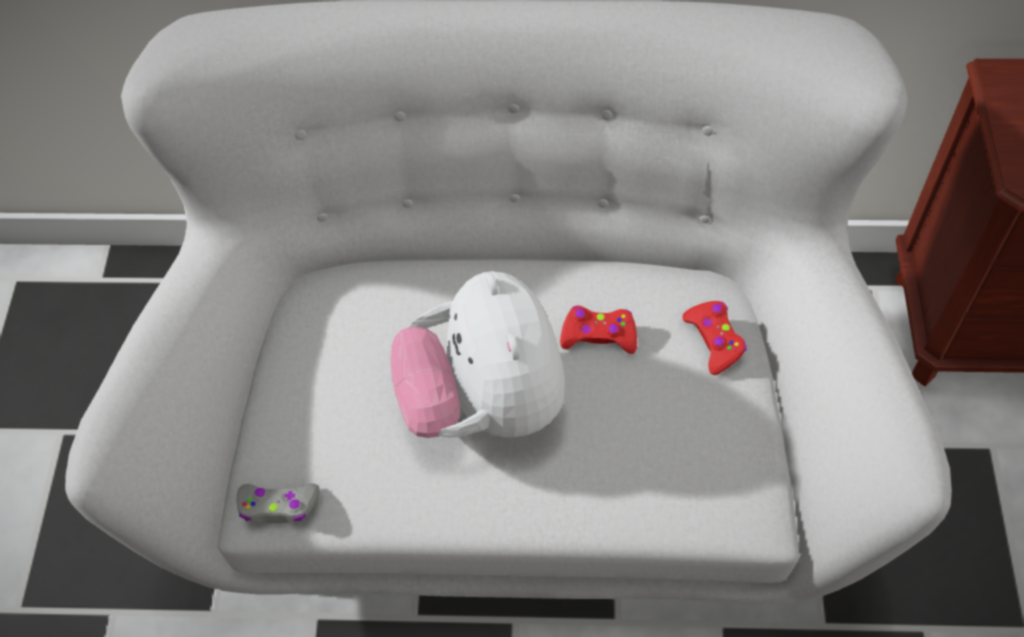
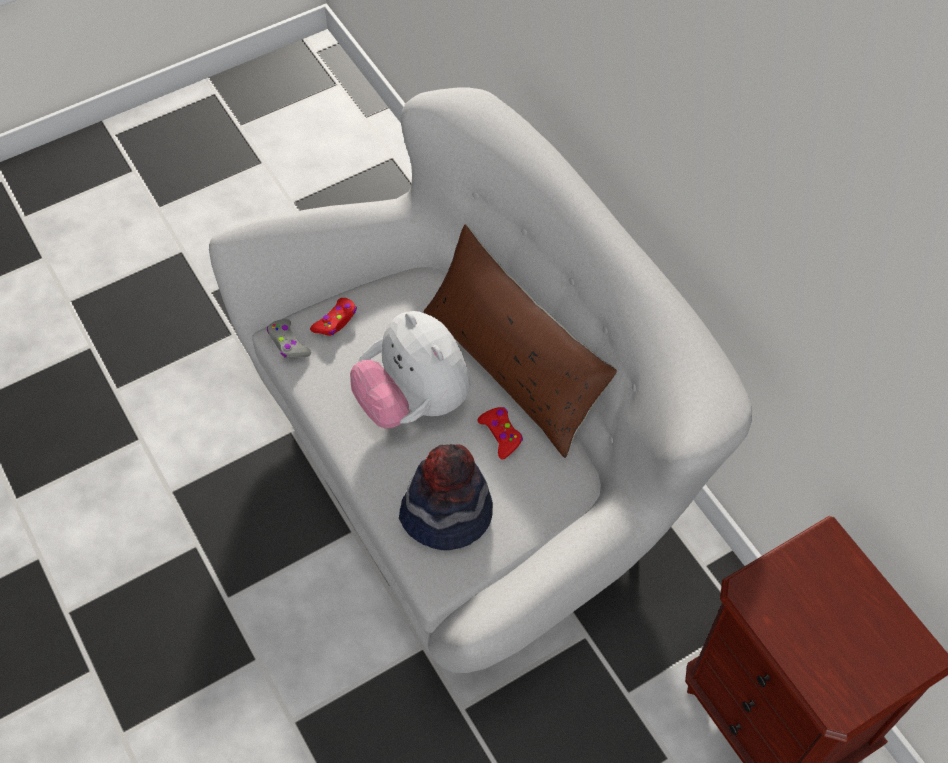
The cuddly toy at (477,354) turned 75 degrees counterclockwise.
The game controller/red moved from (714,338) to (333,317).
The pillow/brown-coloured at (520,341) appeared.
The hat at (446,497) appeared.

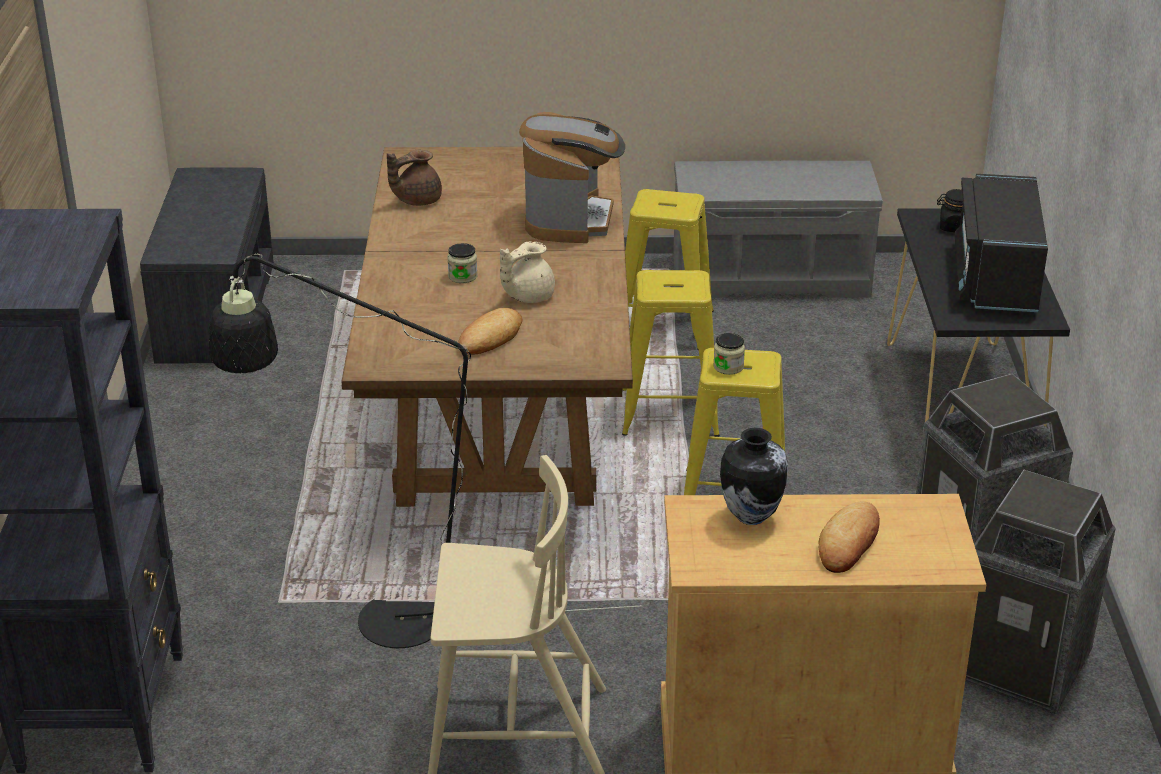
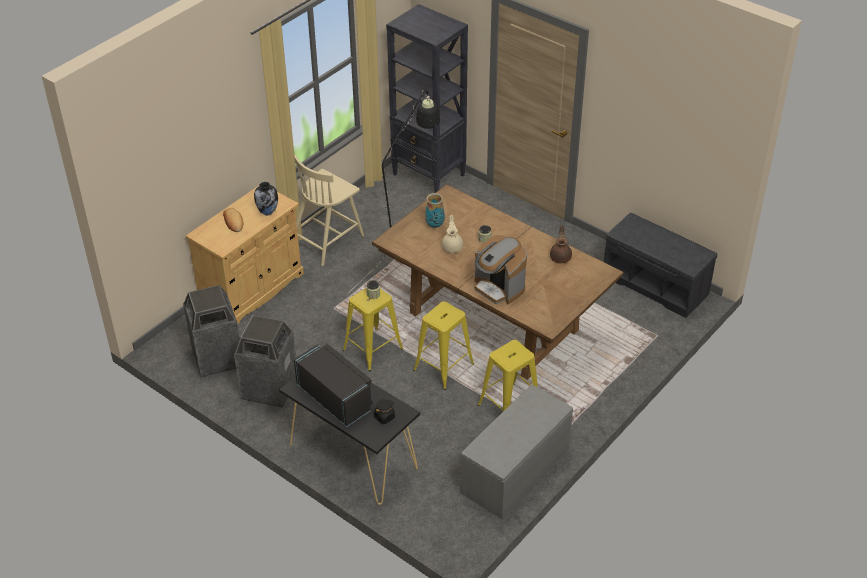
The baked bread at (490,331) was replaced by the decorative vase at (435,210).

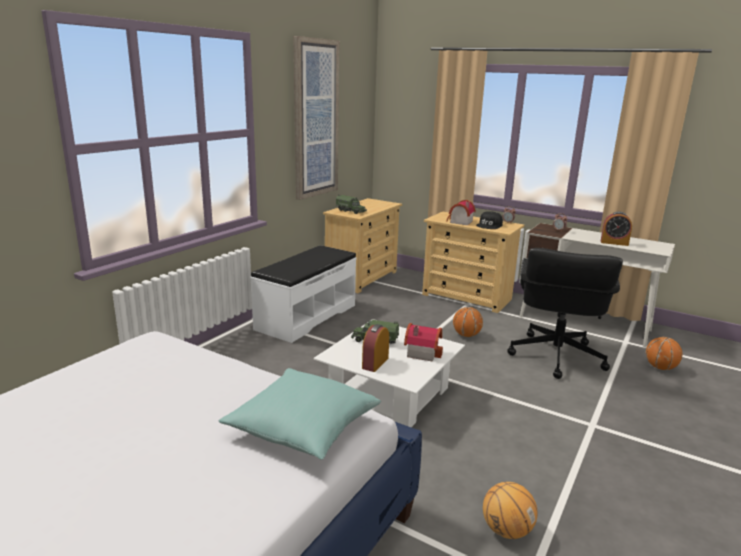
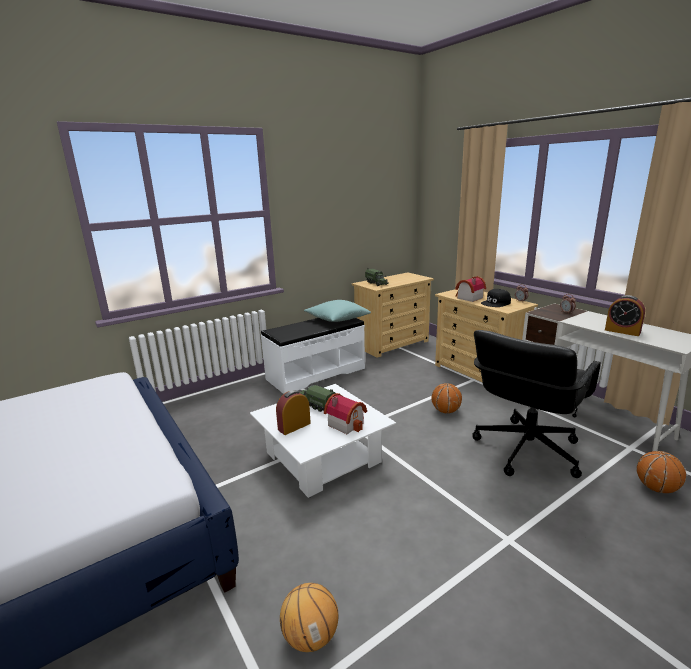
The wall picture at (316,118) disappeared.
The pillow/blue-green moved from (300,414) to (337,311).

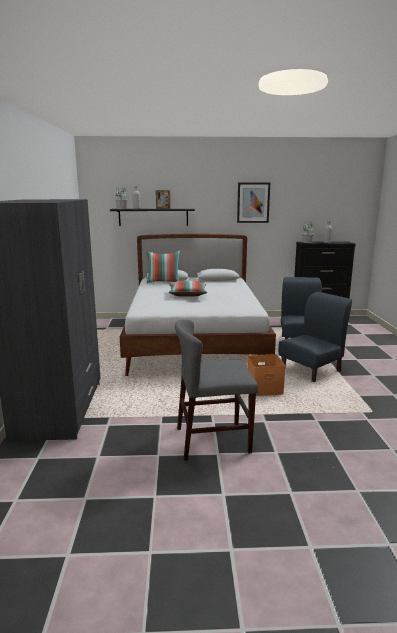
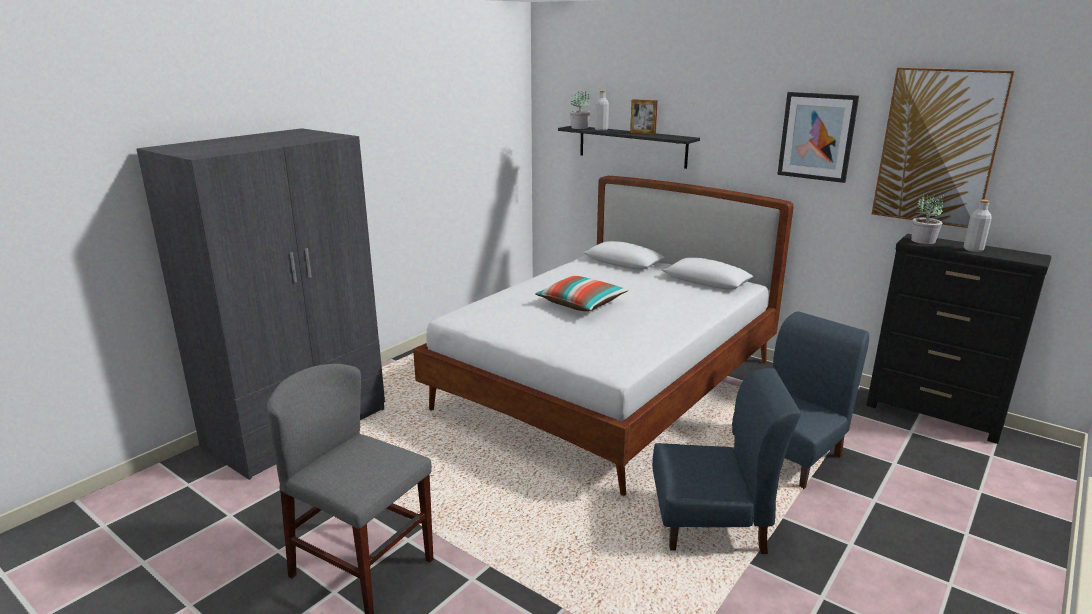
The pillow at (163,267) disappeared.
The storage container/orange-coloured at (266,375) disappeared.
The wall picture at (943,147) appeared.

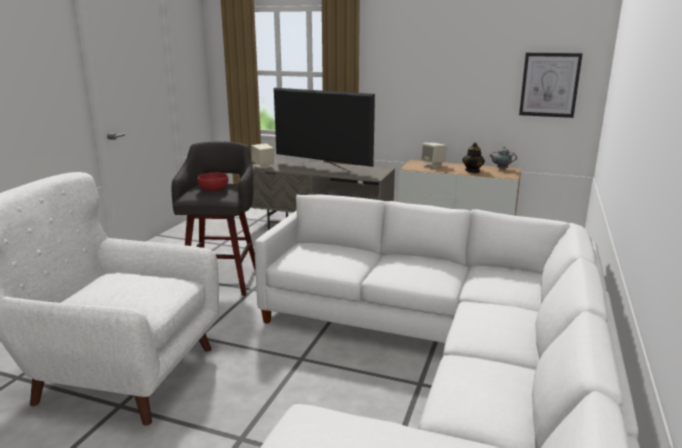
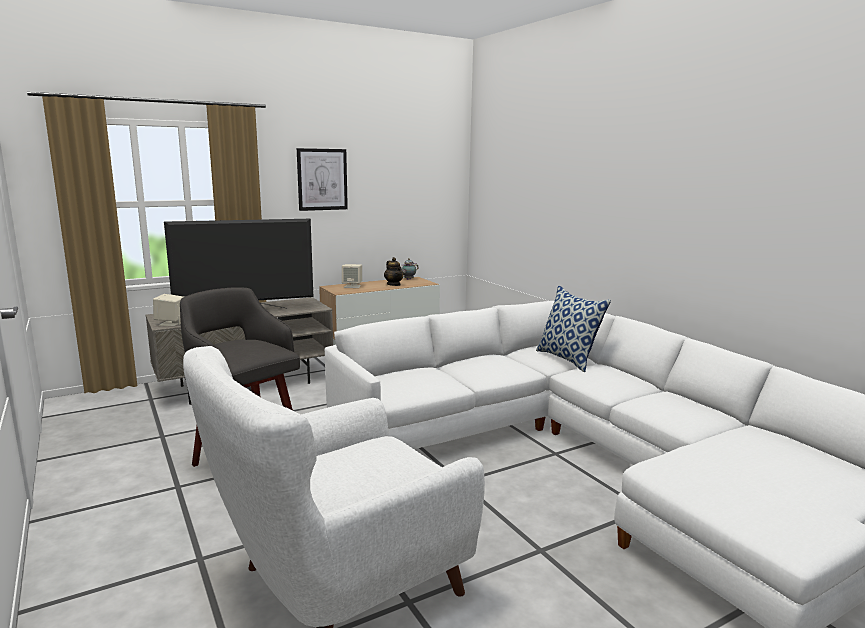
The wall picture moved from (551,85) to (322,179).
The deep dish/red at (213,181) disappeared.
The pillow at (573,329) appeared.

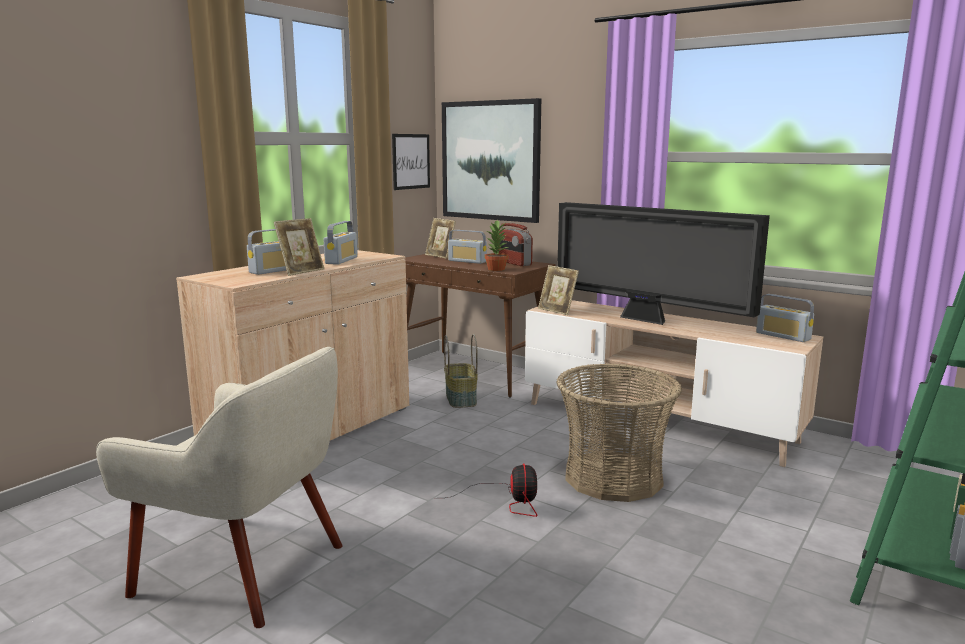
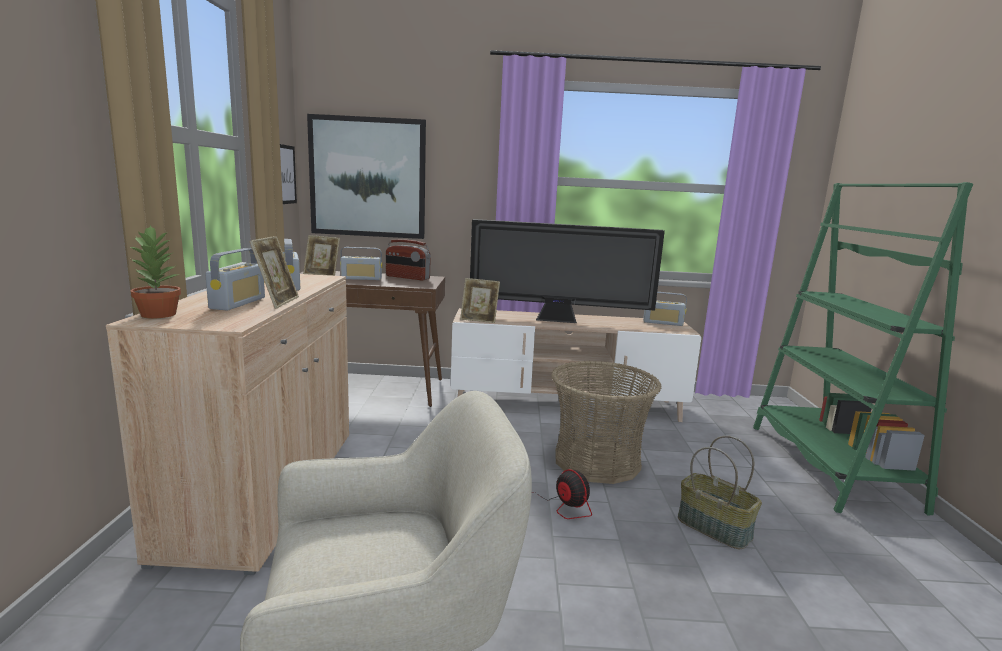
The houseplant moved from (496,245) to (154,272).
The household basket moved from (461,371) to (720,492).

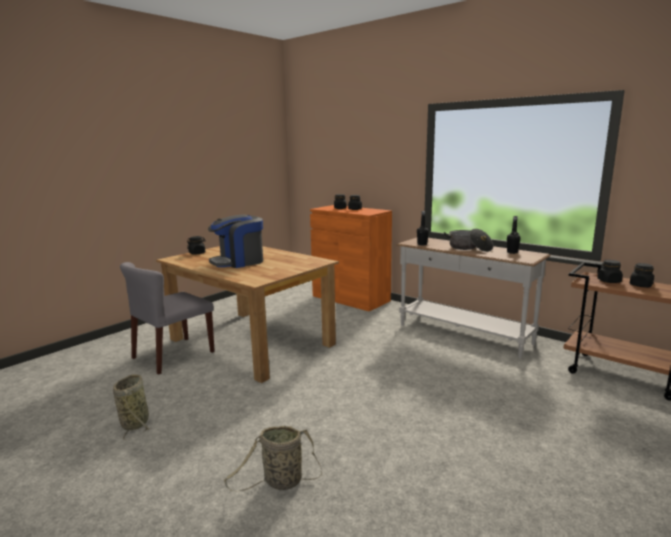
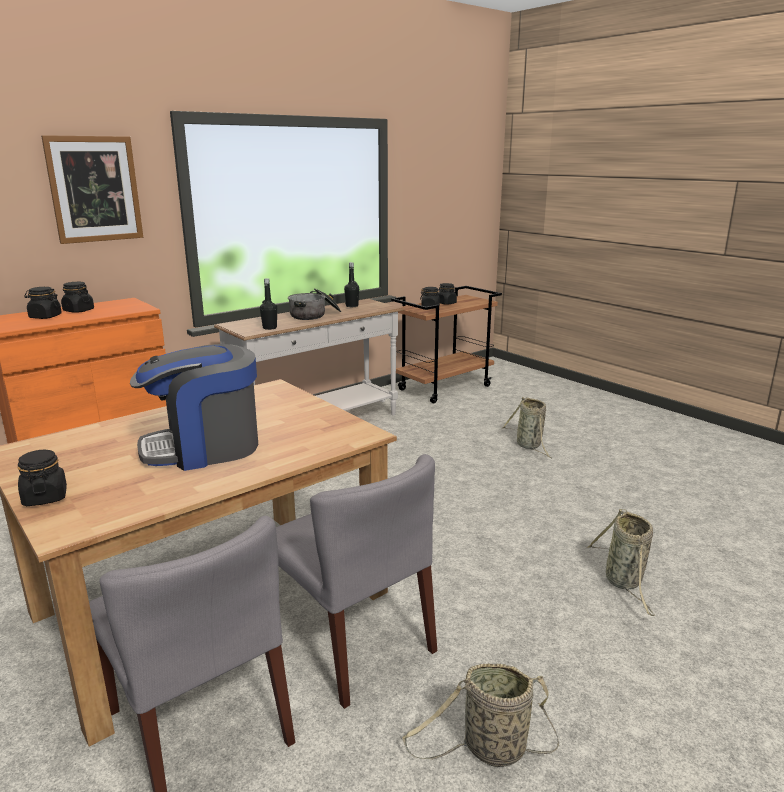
The coffee maker at (235,241) turned 90 degrees clockwise.
The wall picture at (92,189) appeared.
The household basket at (527,428) appeared.
The chair/greyish at (356,581) appeared.

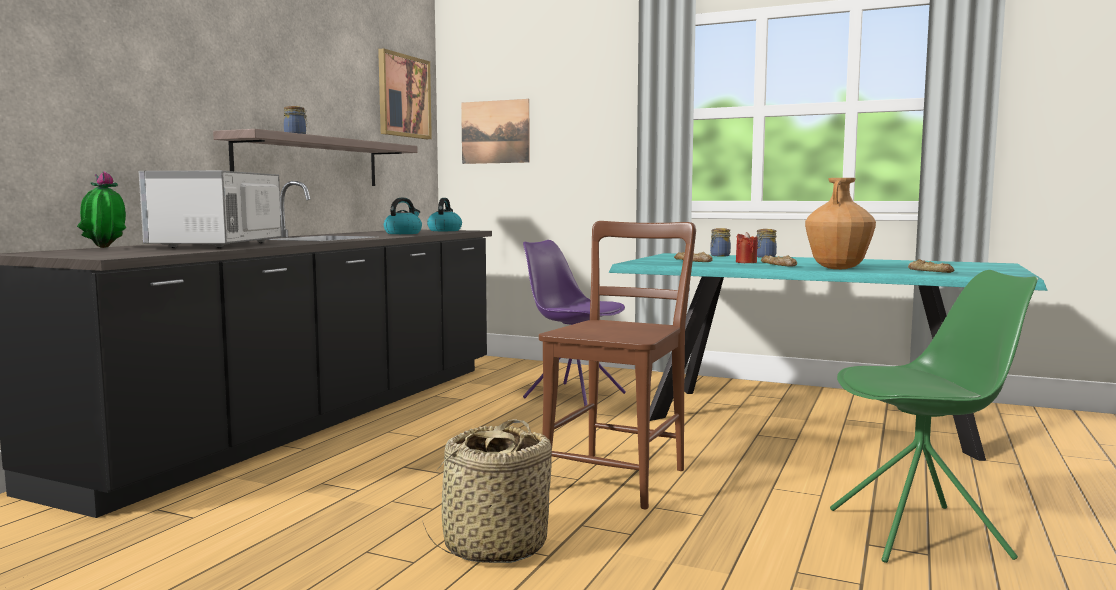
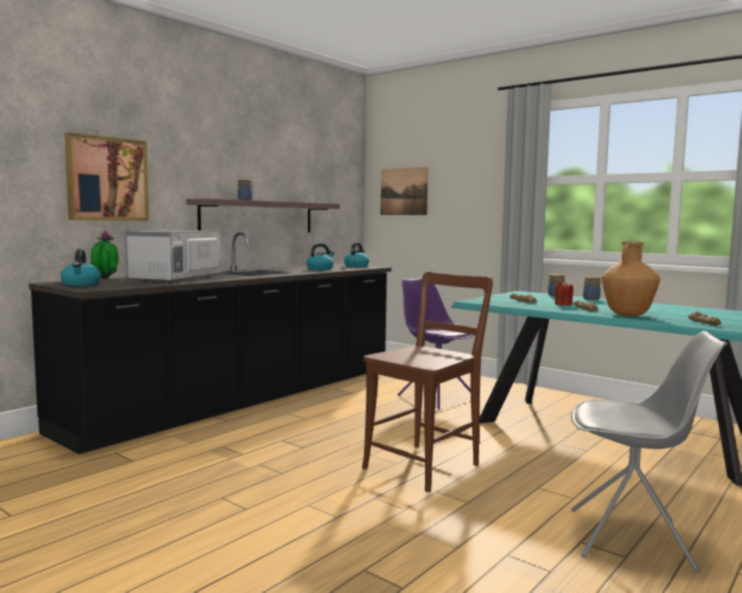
The wall picture moved from (405,93) to (107,176).
The chair/greenish at (934,416) became the chair/greyish at (649,451).
The household basket at (487,491) disappeared.
The water kettle at (80,267) appeared.

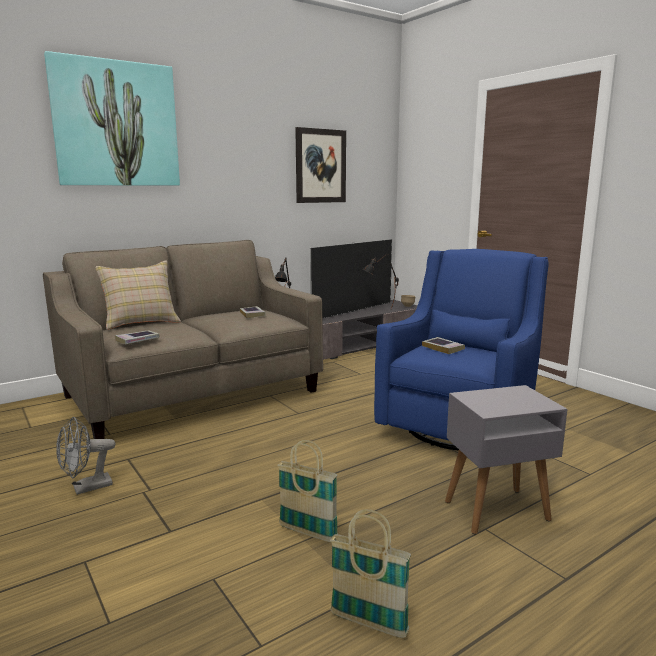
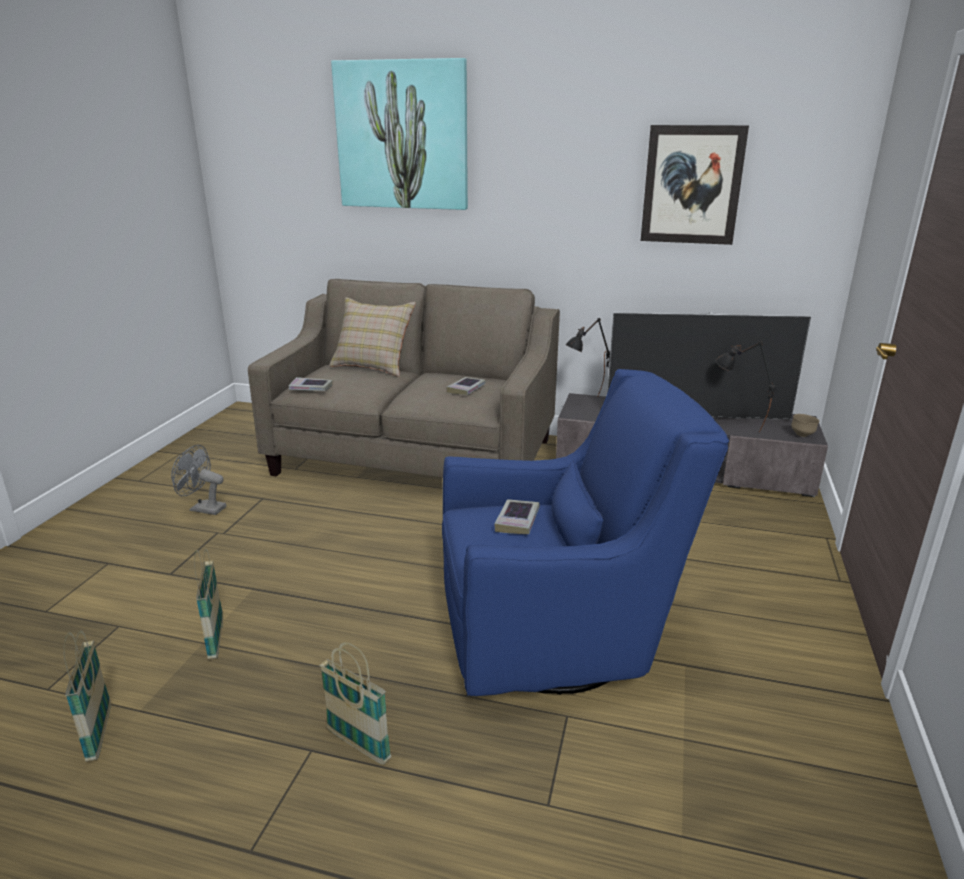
The side table/greyish at (506,459) was replaced by the household basket at (355,703).

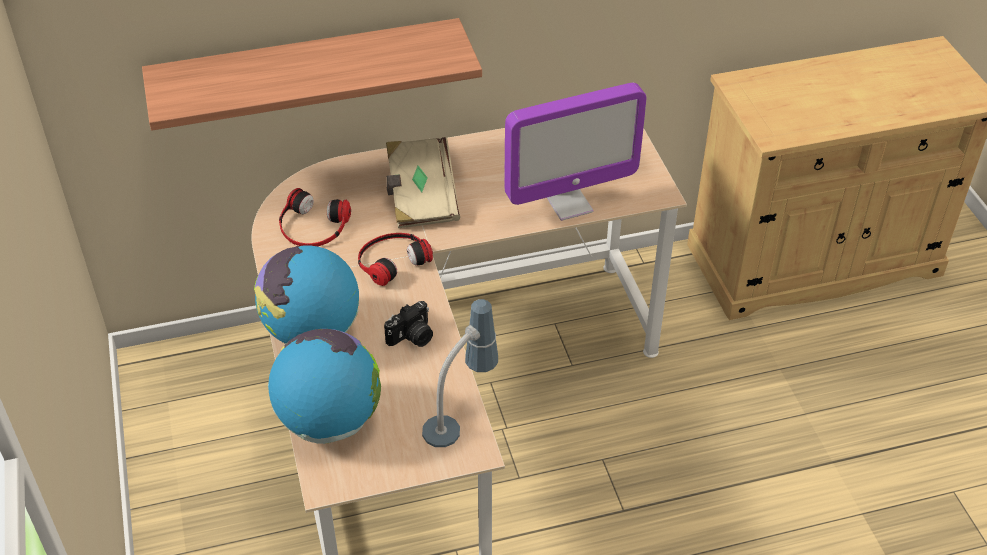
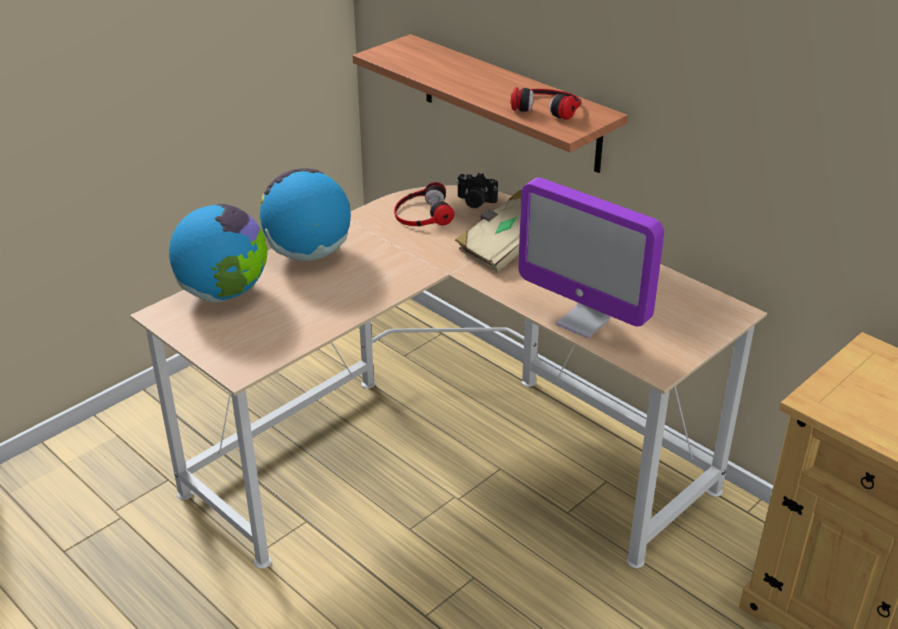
The headset moved from (395,259) to (545,103).
The lamp for a table at (460,373) disappeared.
The photo camera moved from (408,324) to (477,190).

